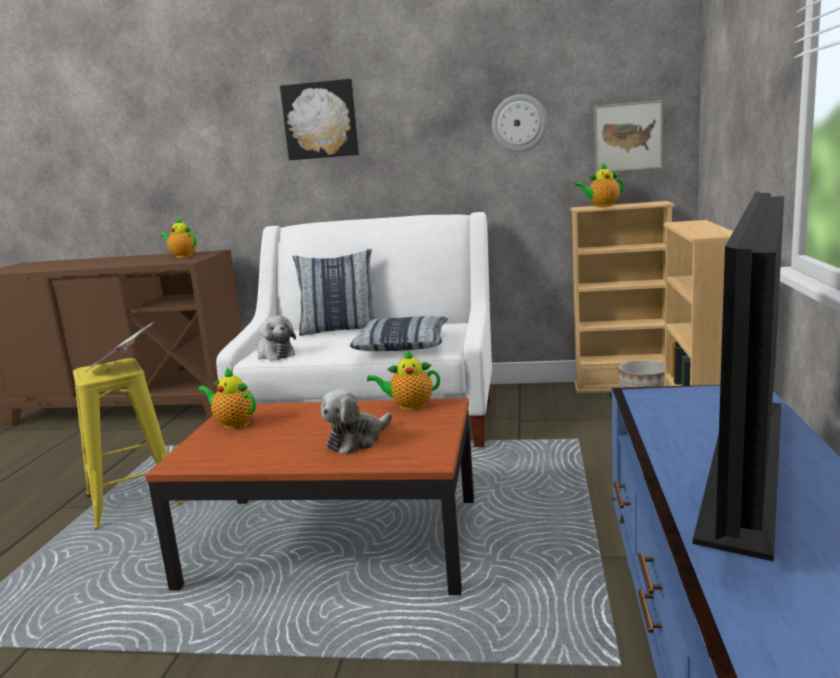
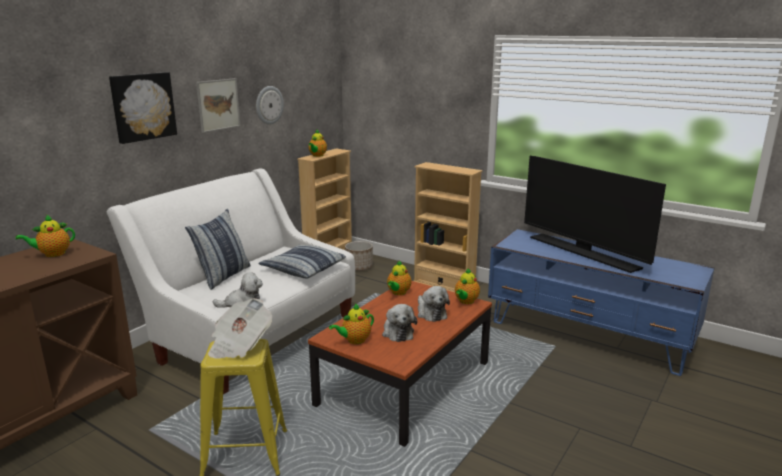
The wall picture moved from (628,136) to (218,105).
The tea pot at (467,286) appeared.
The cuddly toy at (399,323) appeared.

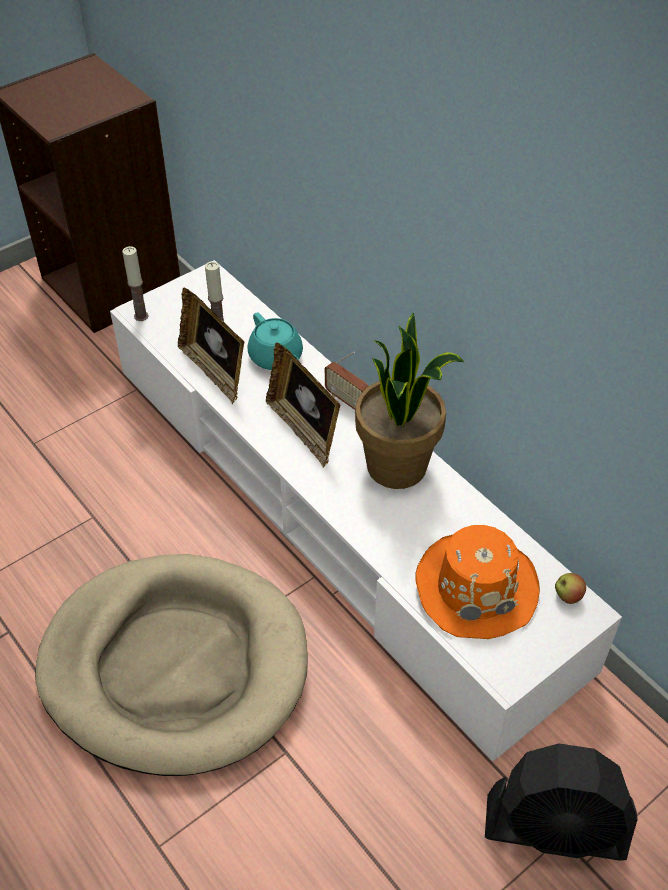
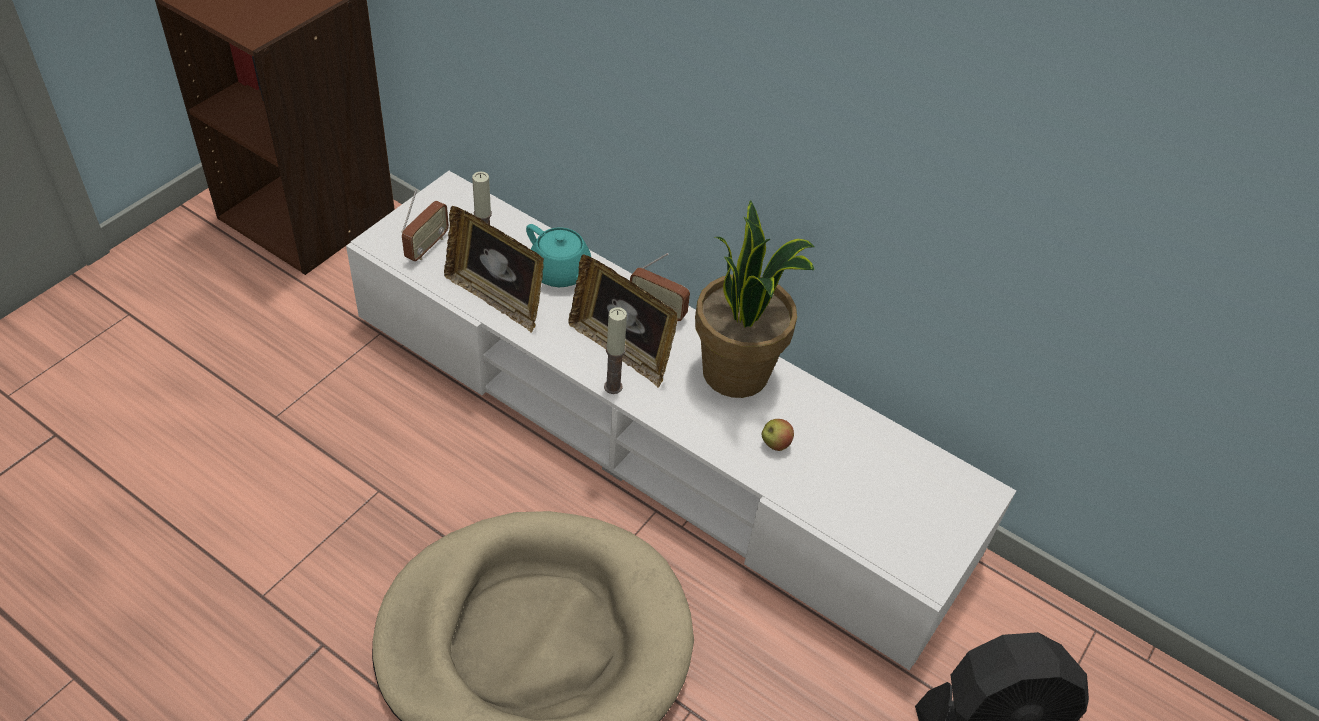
The candle moved from (135,283) to (615,350).
The hat/orange-coloured at (477,582) disappeared.
The apple moved from (570,588) to (778,435).
The radio set at (425,225) appeared.

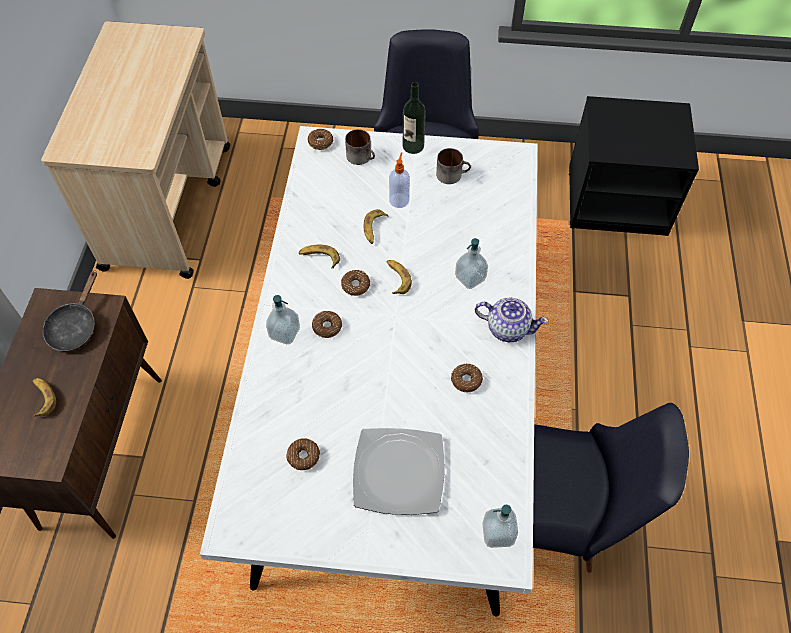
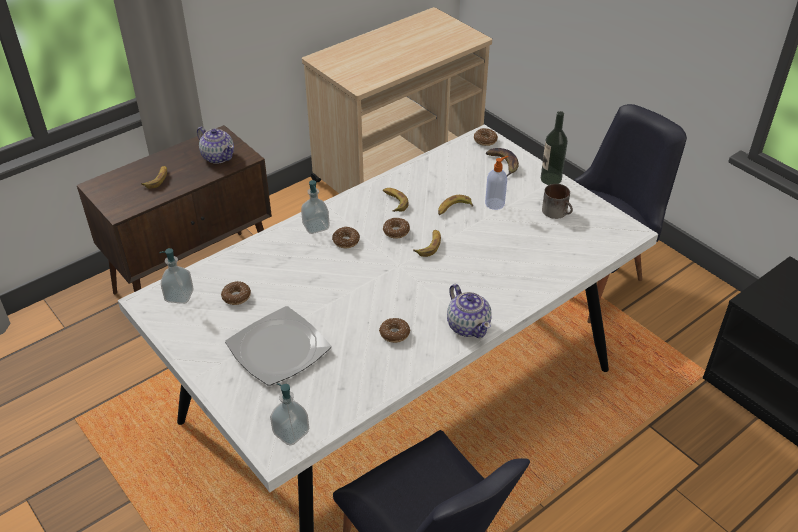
The mug at (360,147) was replaced by the whole banana at (502,162).
The soap bottle moved from (471,263) to (176,276).
The skillet/black at (70,310) was replaced by the tea pot at (215,145).

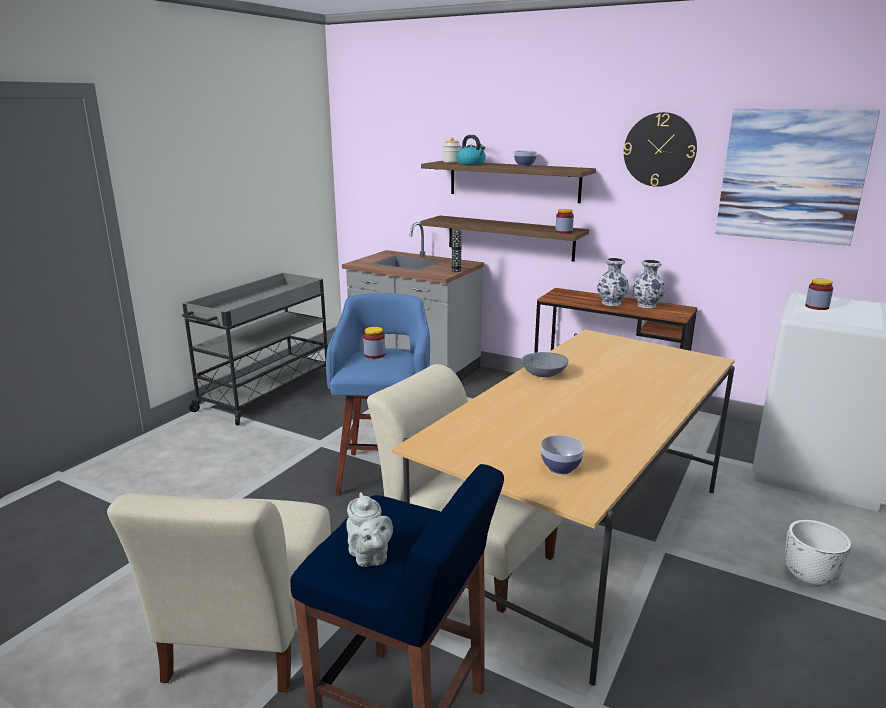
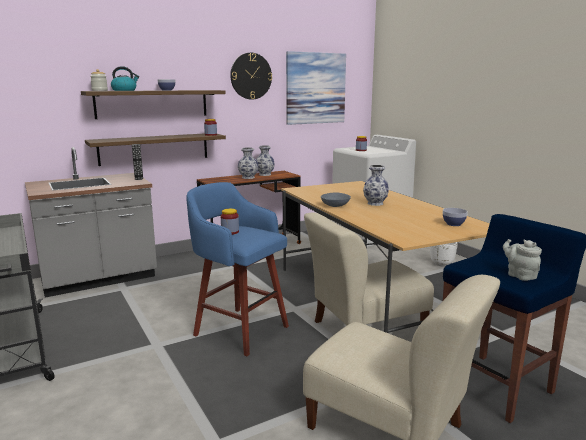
The tea pot/greyish at (369,529) turned 120 degrees counterclockwise.
The decorative vase at (376,185) appeared.

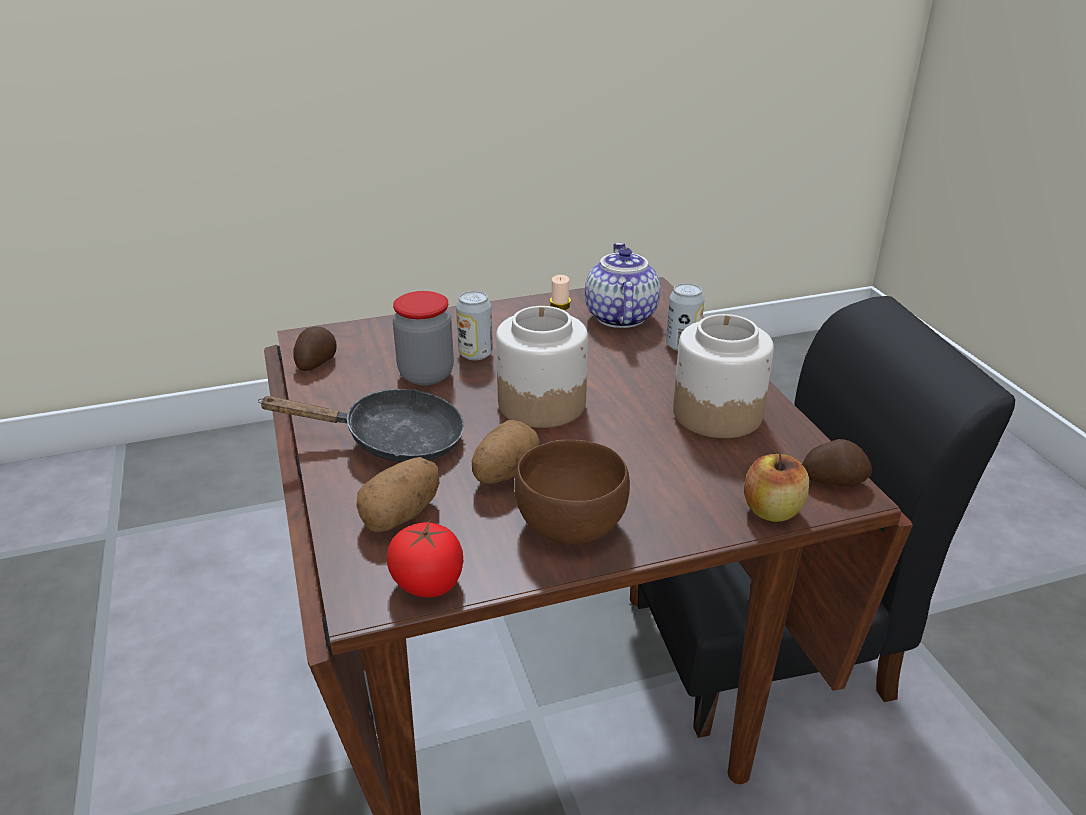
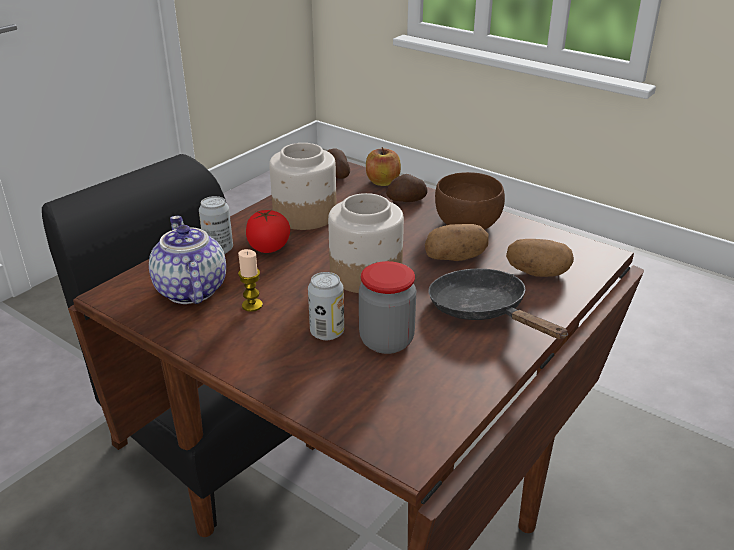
The tea pot at (622,285) turned 105 degrees clockwise.
The spud moved from (315,348) to (407,188).
The fresh tomato moved from (425,559) to (268,231).

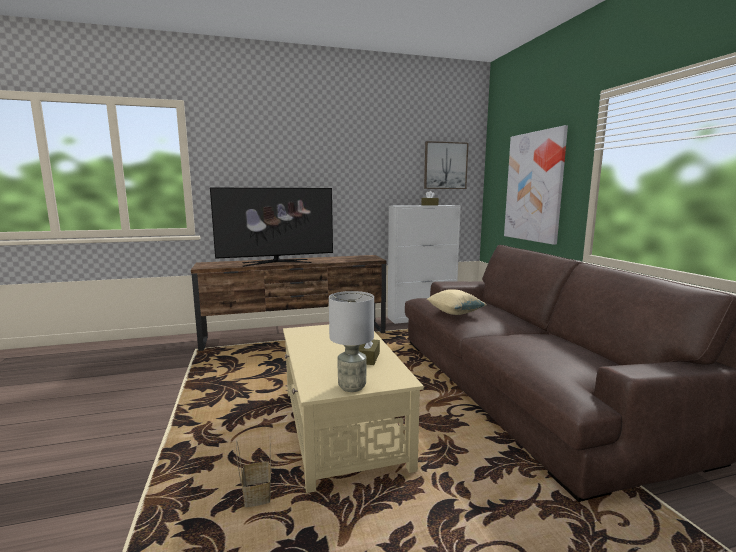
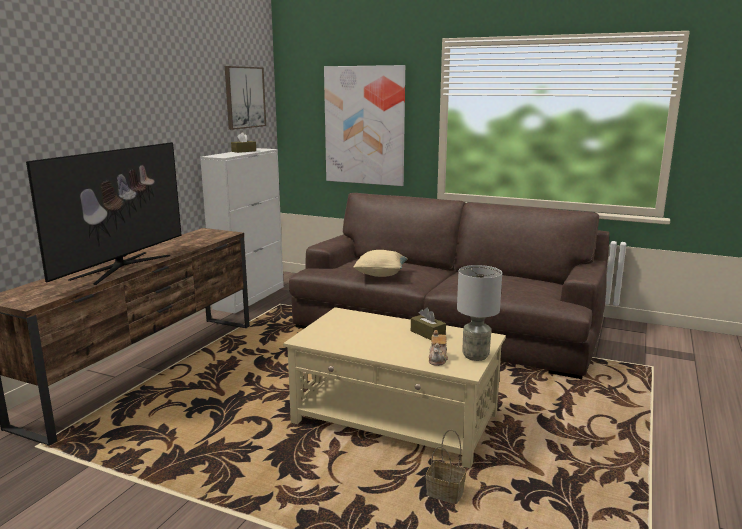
The tea pot at (438,348) appeared.

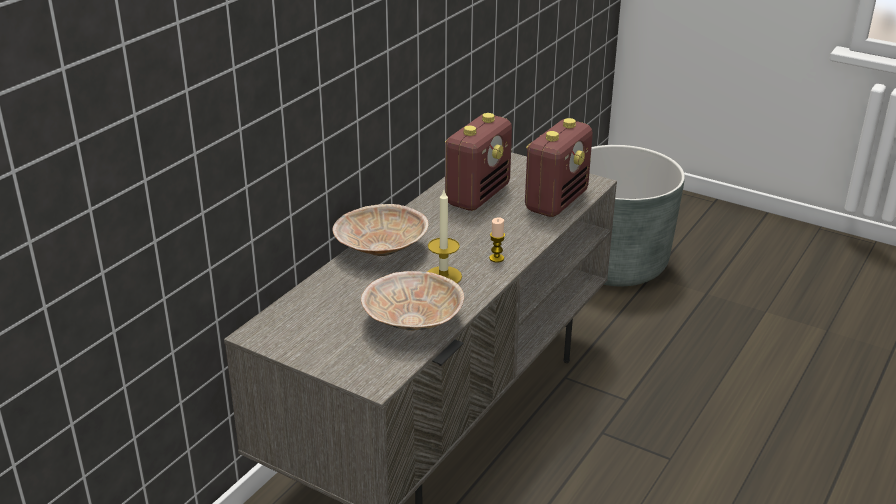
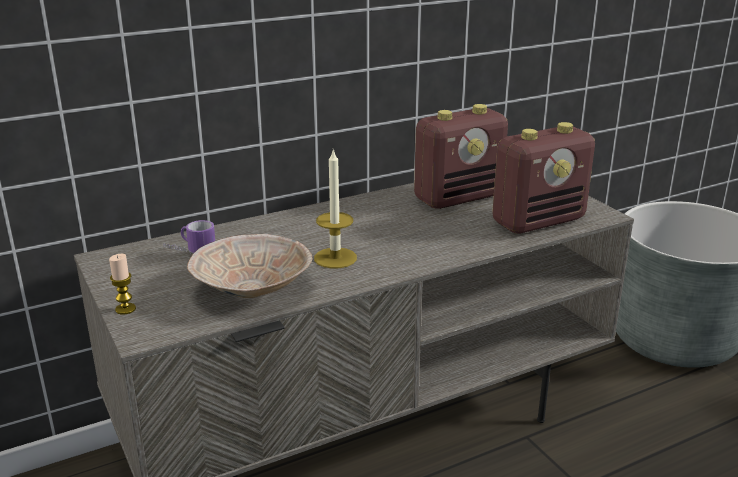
The deep dish/beige at (380,230) disappeared.
The candle moved from (497,240) to (122,284).
The mug at (189,237) appeared.

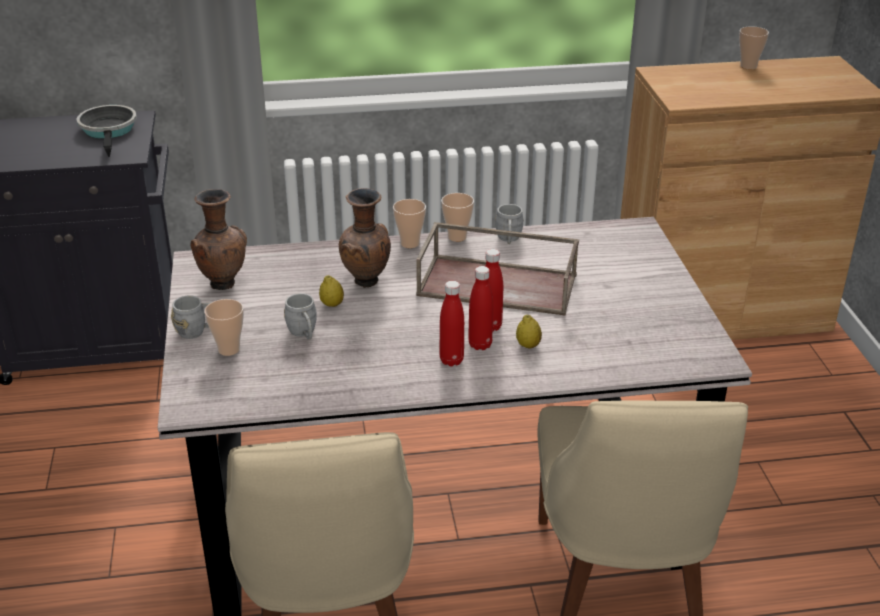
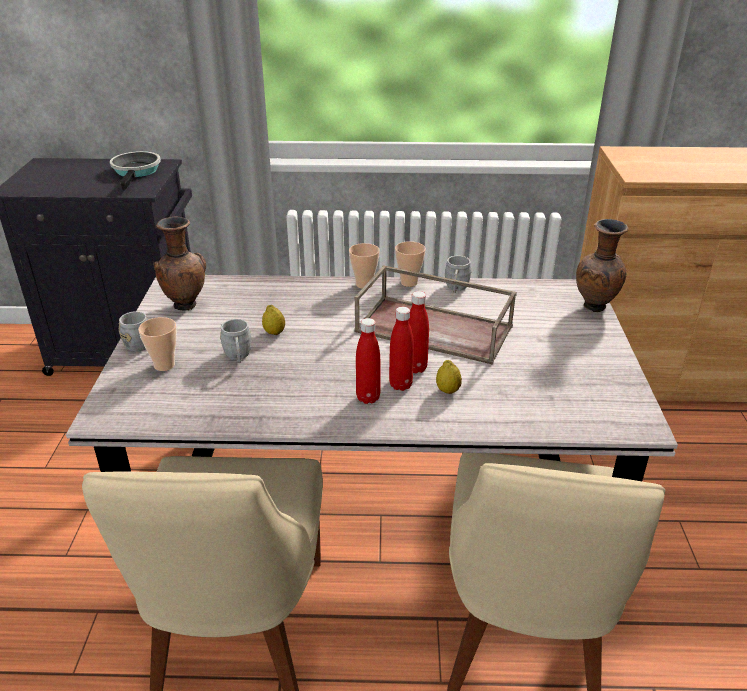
The drinking cup at (754,48) disappeared.
The decorative vase/brown-coloured moved from (365,238) to (602,265).

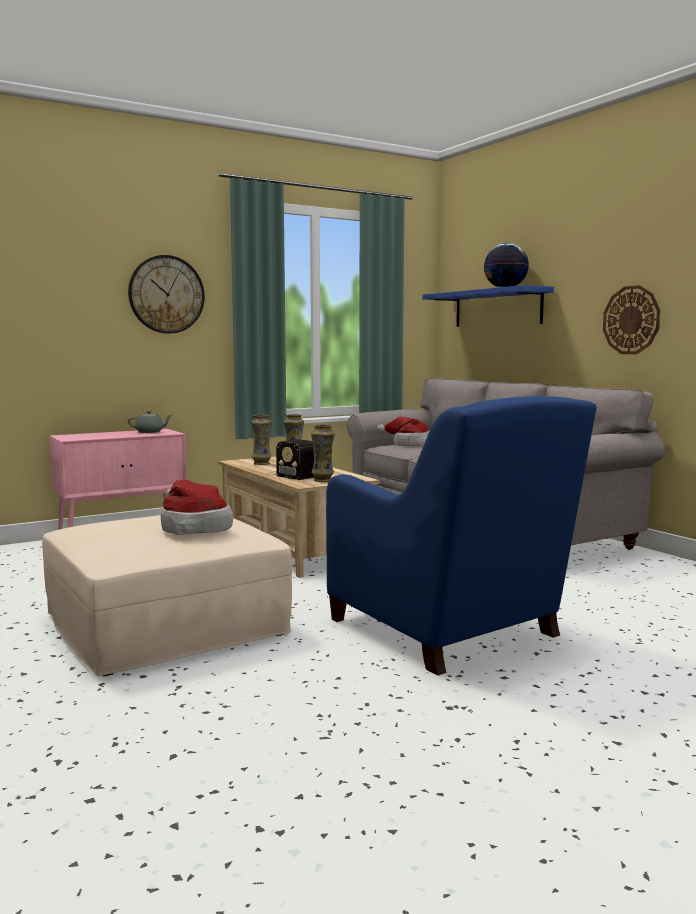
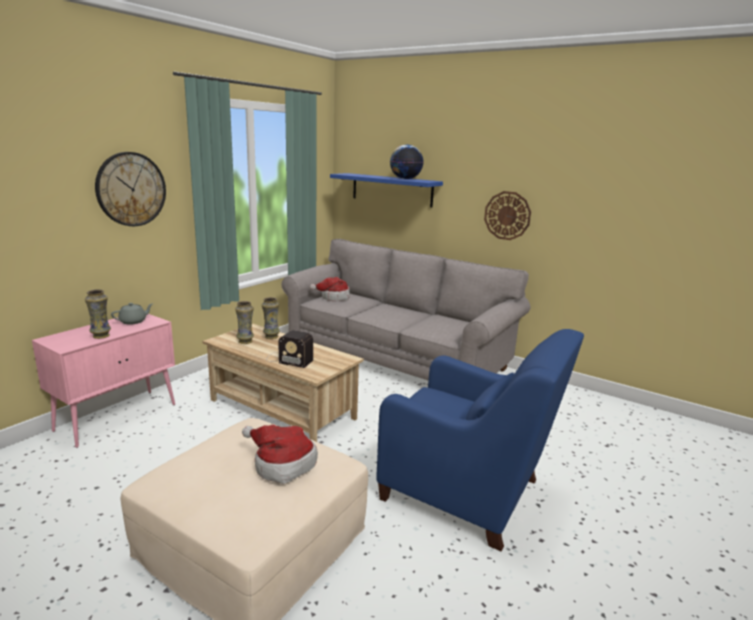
The decorative vase moved from (323,453) to (98,314).

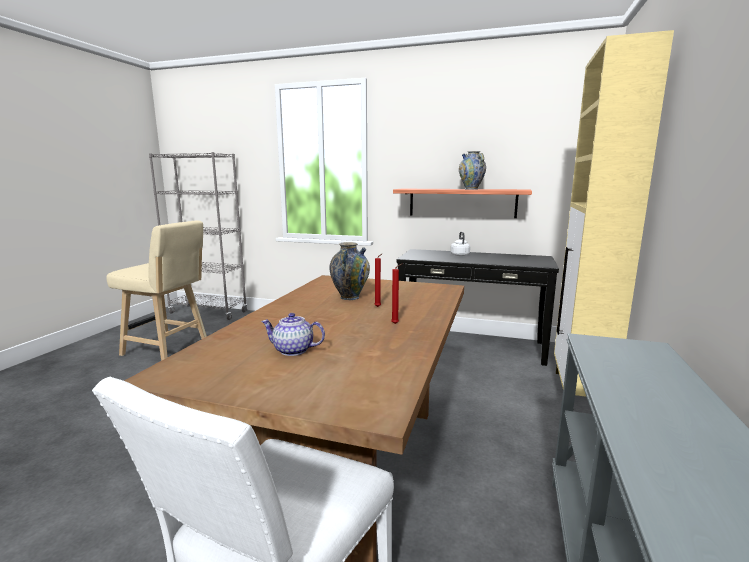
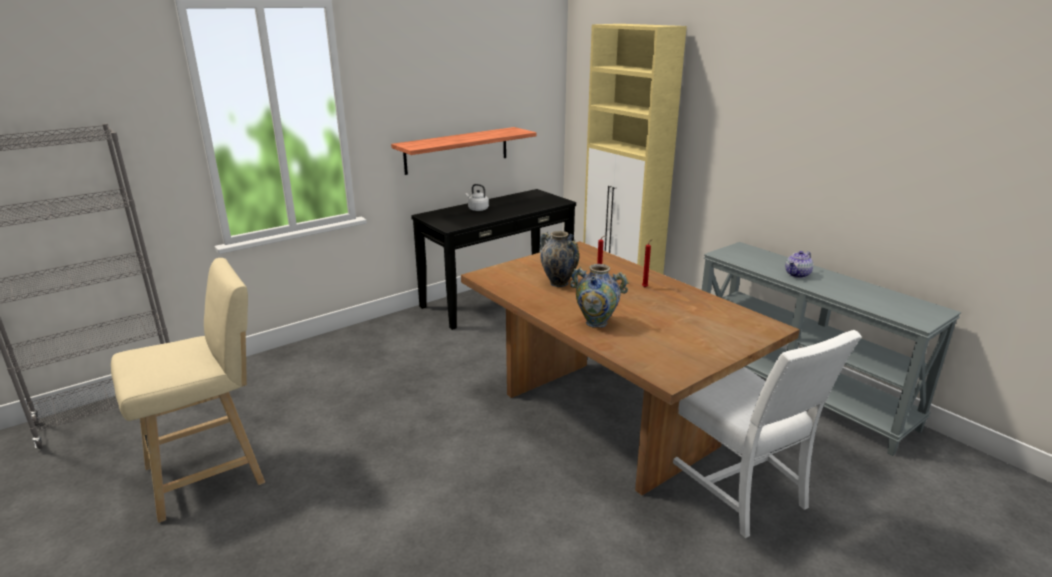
The decorative vase moved from (472,170) to (599,296).
The tea pot moved from (293,334) to (799,264).

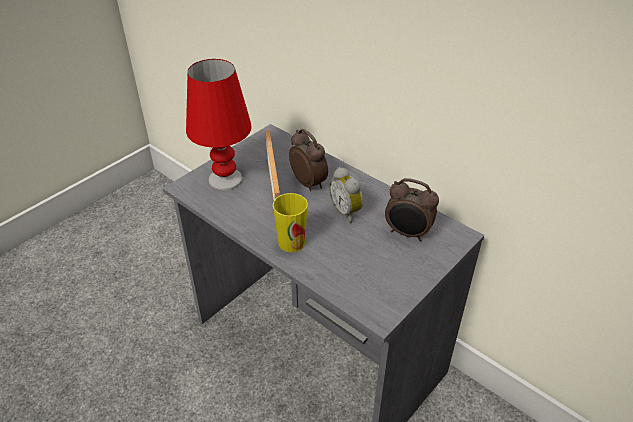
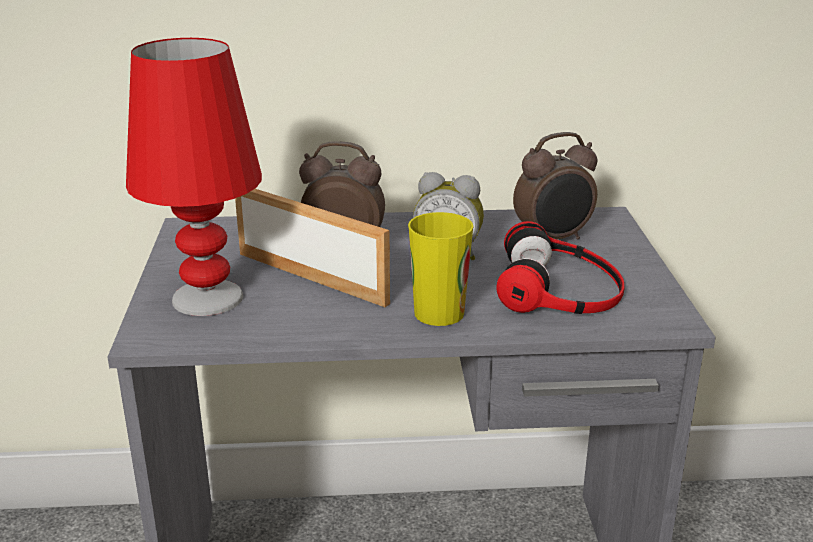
The headset at (560,267) appeared.

